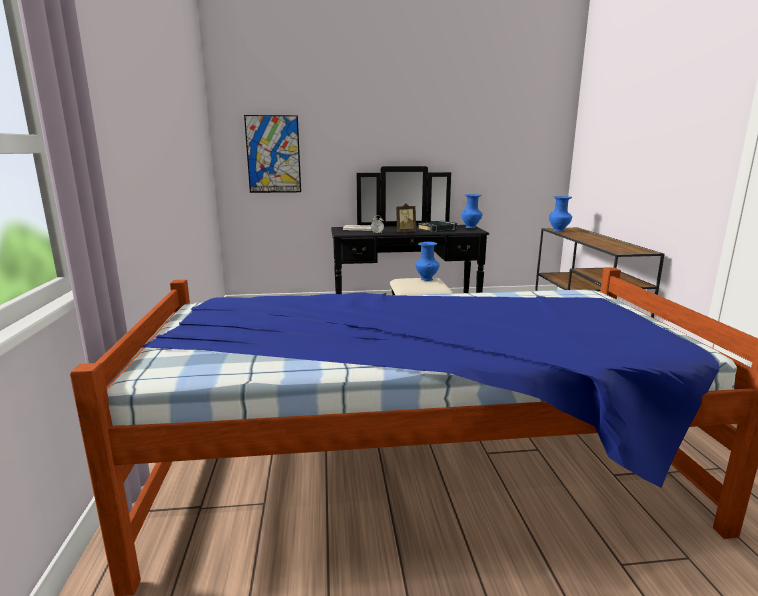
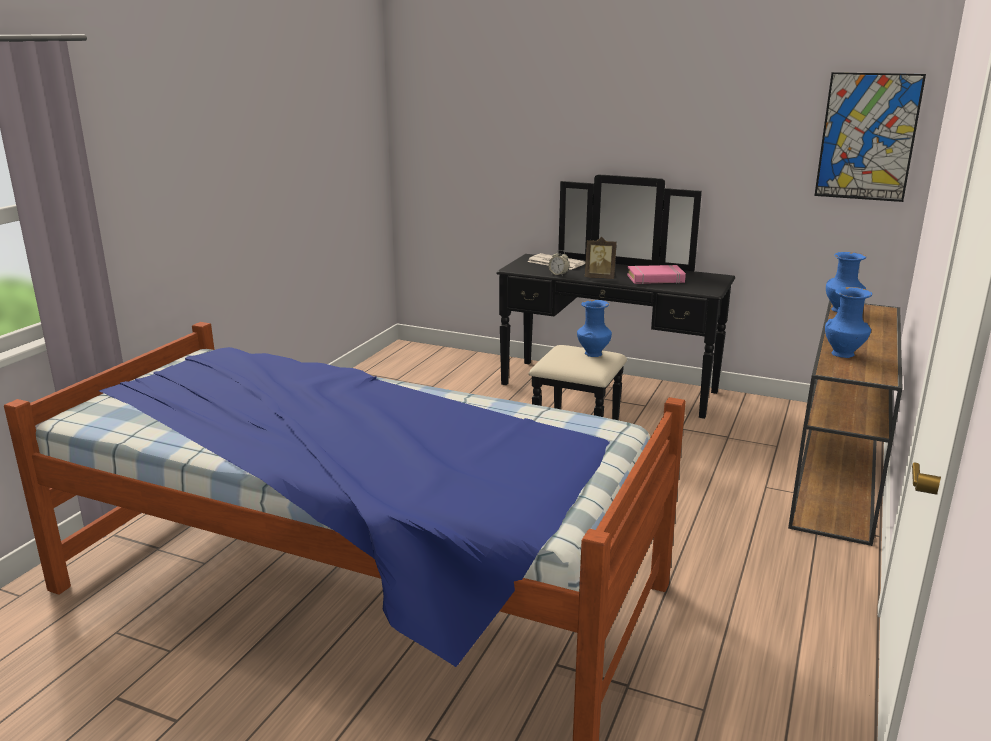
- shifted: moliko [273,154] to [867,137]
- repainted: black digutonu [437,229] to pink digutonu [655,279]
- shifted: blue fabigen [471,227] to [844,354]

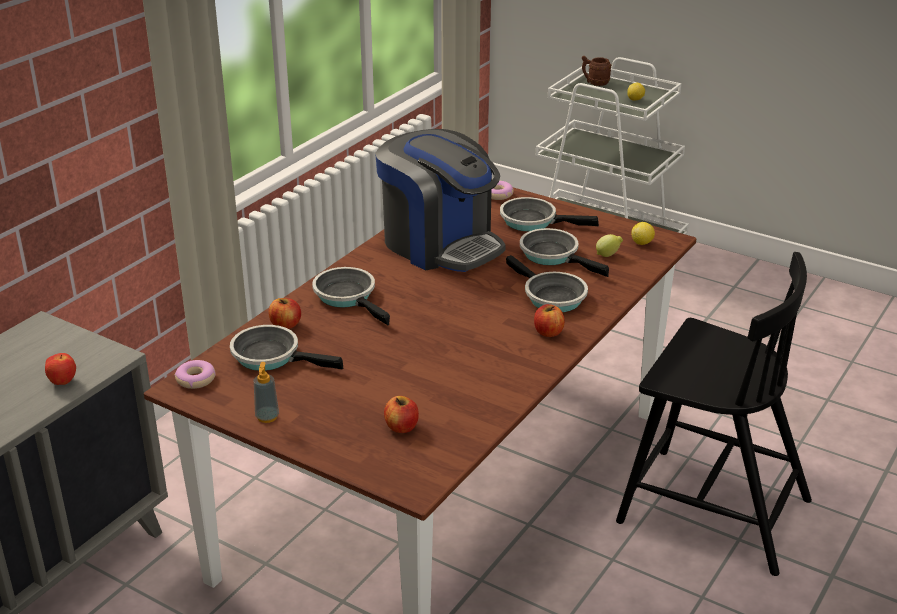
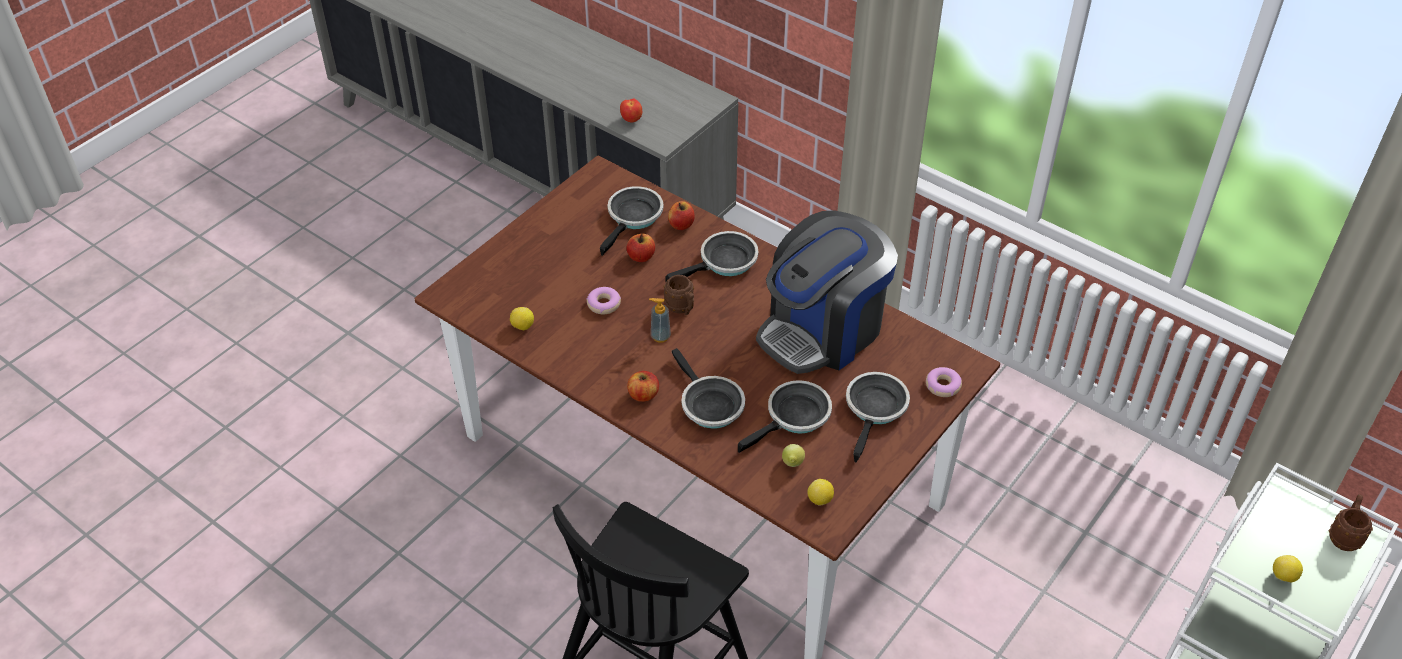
- shifted: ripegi [195,379] to [604,304]
- shifted: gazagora [267,417] to [660,336]
- shifted: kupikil [401,427] to [641,257]
- rotated: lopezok [551,297] = [709,405] 90 degrees counterclockwise
- new: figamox [522,326]
- new: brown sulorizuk [682,309]

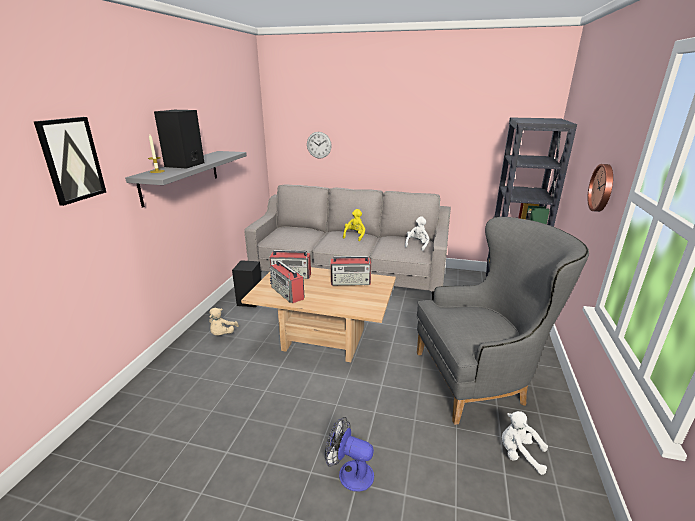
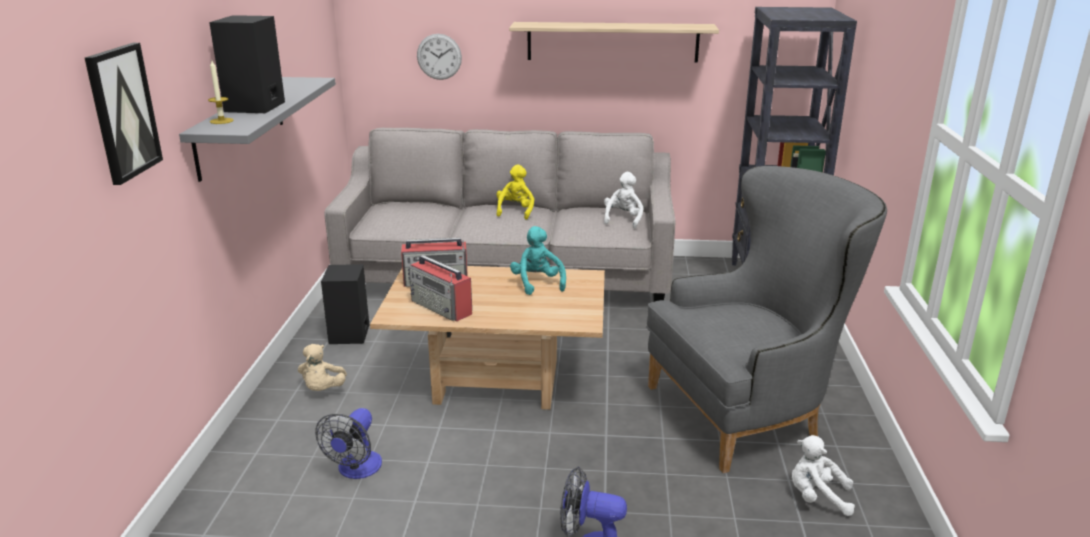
- swapped: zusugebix [351,282] to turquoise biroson [537,283]
- gone: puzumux [602,188]
- new: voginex [356,470]
- new: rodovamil [612,42]

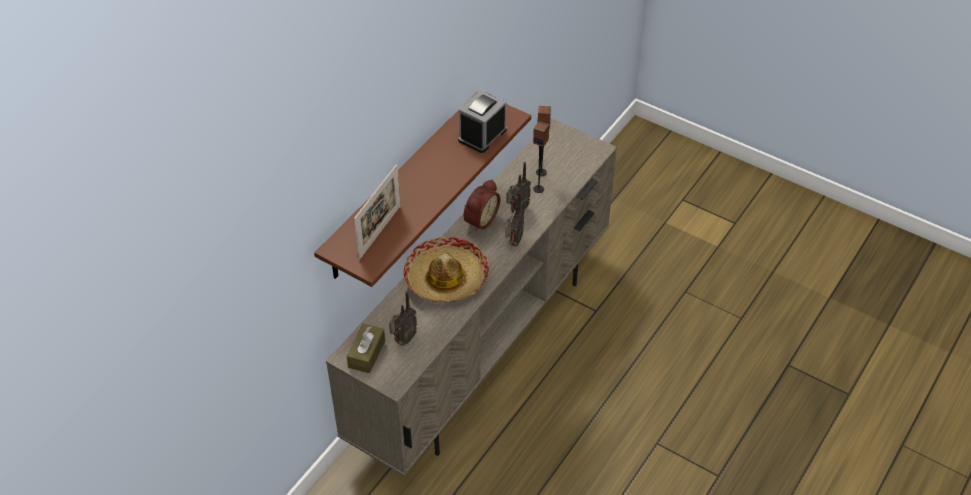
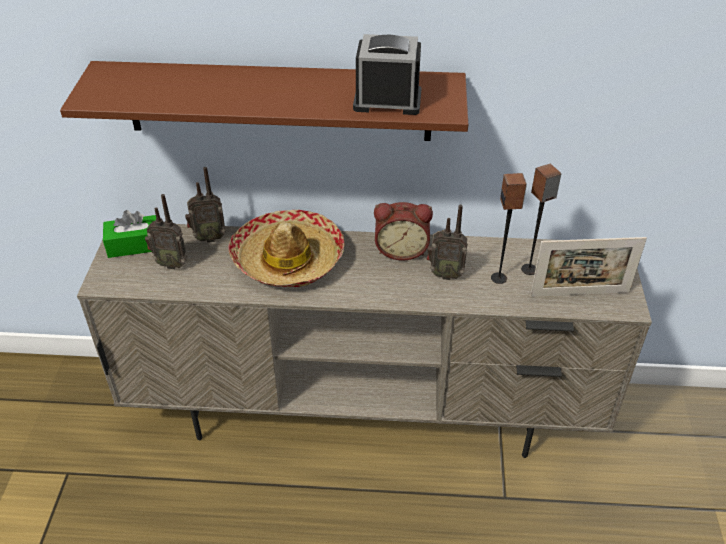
- repainted: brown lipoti [366,354] to green lipoti [135,245]
- shifted: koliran [379,232] to [579,294]
- shifted: zusugebix [513,242] to [208,237]

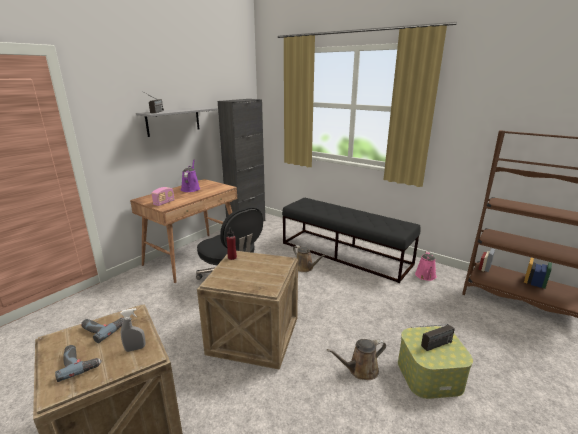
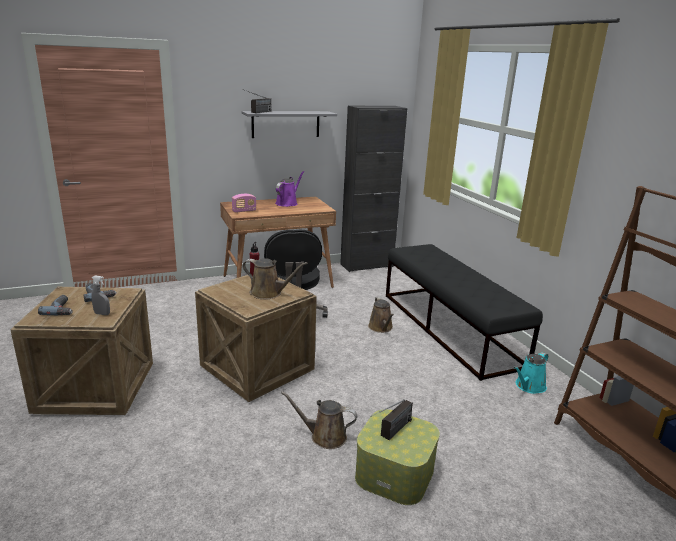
- rotated: zusugebix [430,347] = [391,433] 60 degrees counterclockwise
- repainted: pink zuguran [425,276] to turquoise zuguran [529,386]
- new: brown zuguran [268,293]

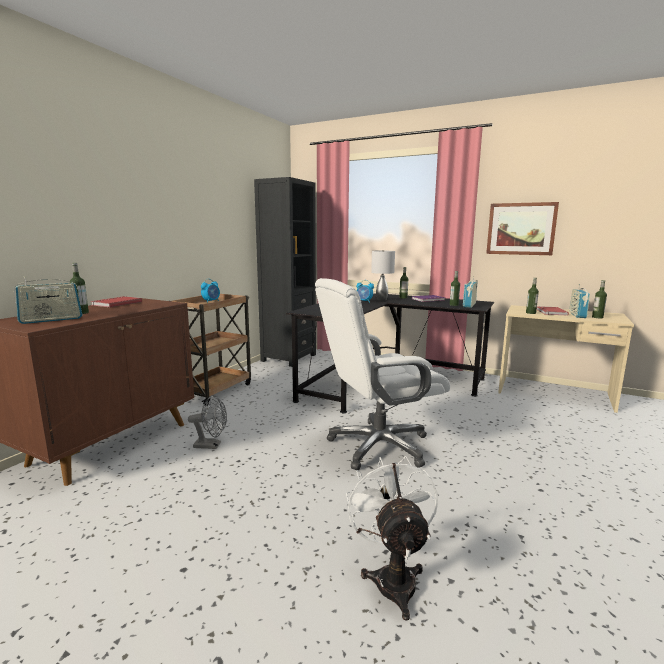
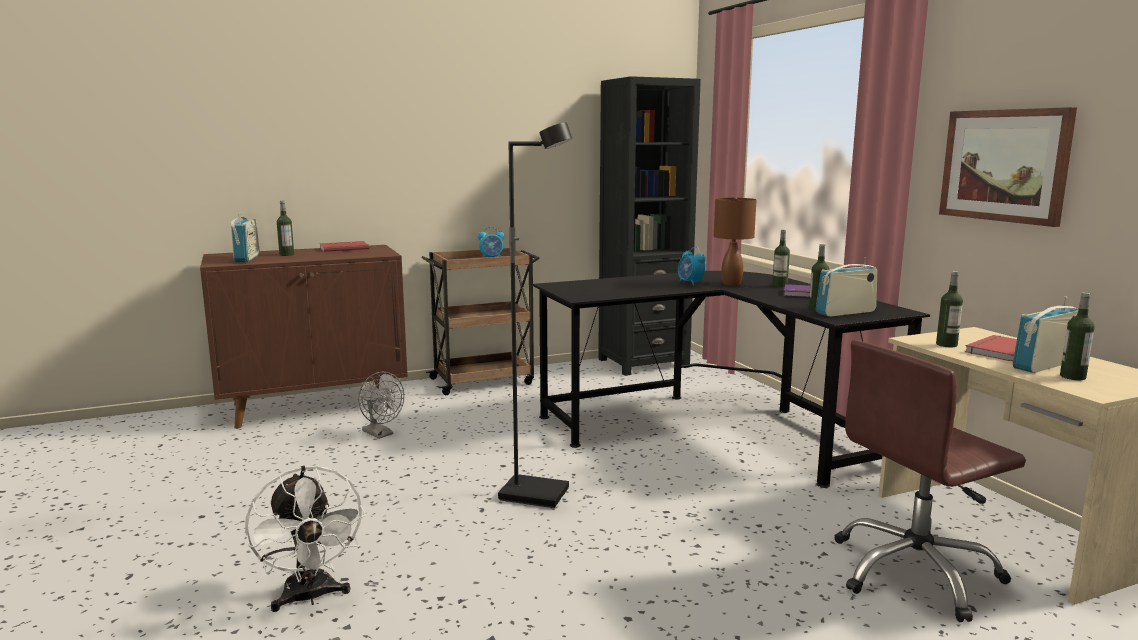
- rotated: zusugebix [51,320] = [247,258] 105 degrees counterclockwise
- swapped: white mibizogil [378,446] to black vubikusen [535,494]
- rotated: white voginex [392,577] = [310,597] 120 degrees clockwise
- repainted: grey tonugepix [381,299] to brown tonugepix [730,283]
- new: brown mibizogil [915,573]

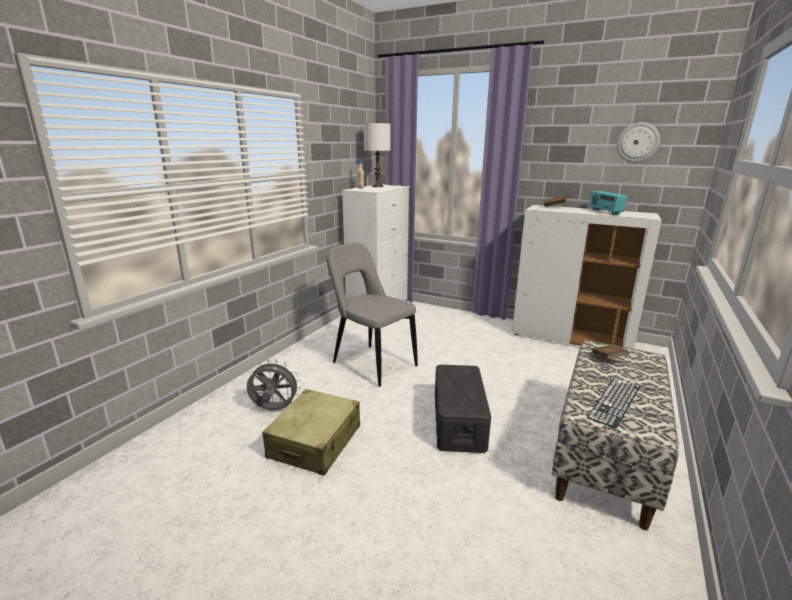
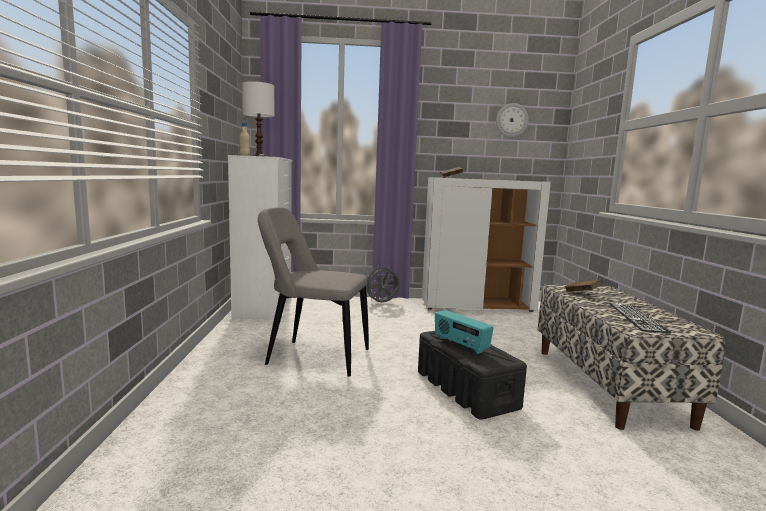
- shifted: grey voginex [274,410] to [381,303]
- gone: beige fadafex [315,442]
- shifted: zusugebix [605,212] to [460,345]

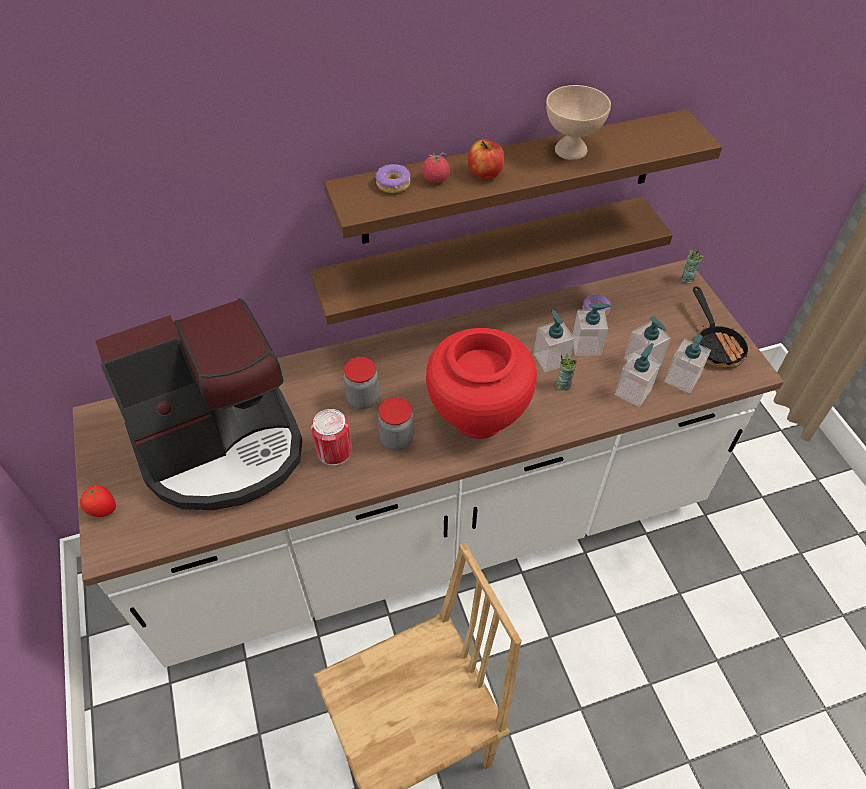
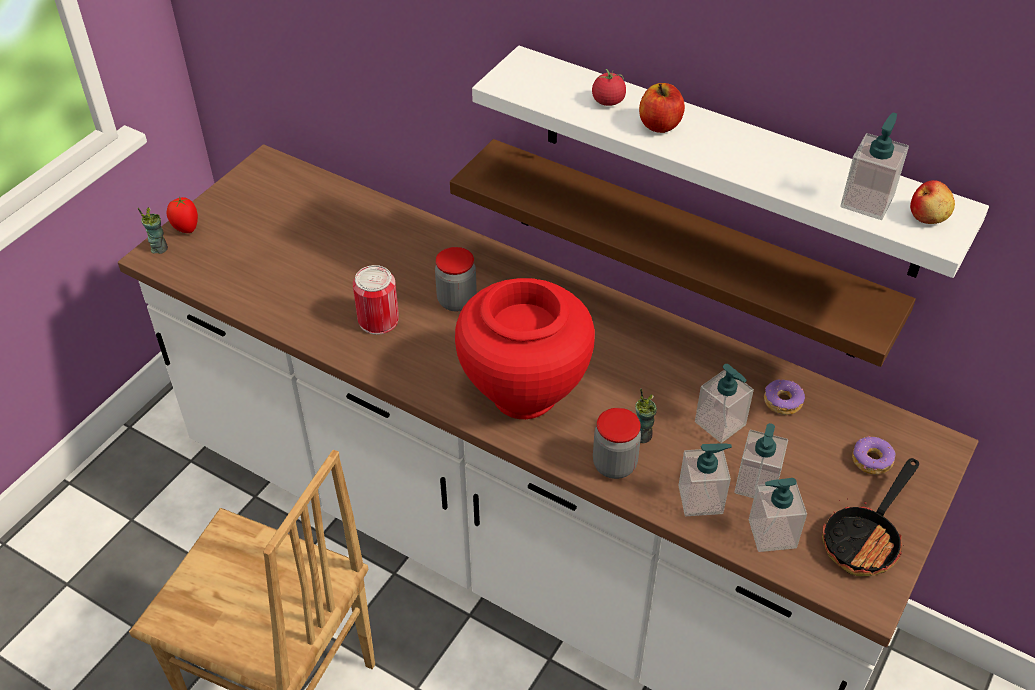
- gone: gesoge [222,446]
- repainted: brown rodovamil [510,178] to white rodovamil [728,162]
- shifted: ripegi [393,184] to [871,460]
- shifted: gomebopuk [397,439] to [614,464]
- shifted: gazagora [550,359] to [867,201]
- gone: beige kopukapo [570,151]
- shifted: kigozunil [687,279] to [159,248]
- new: kupikil [928,216]

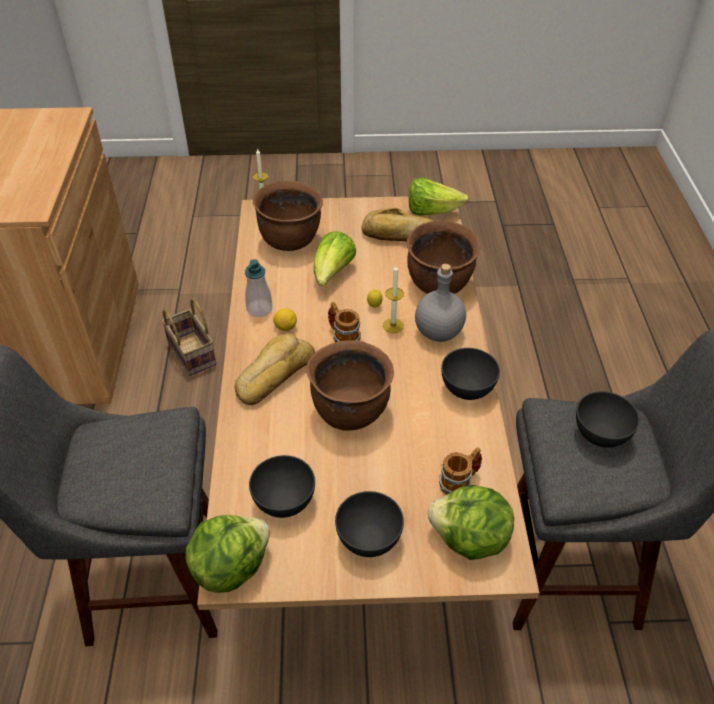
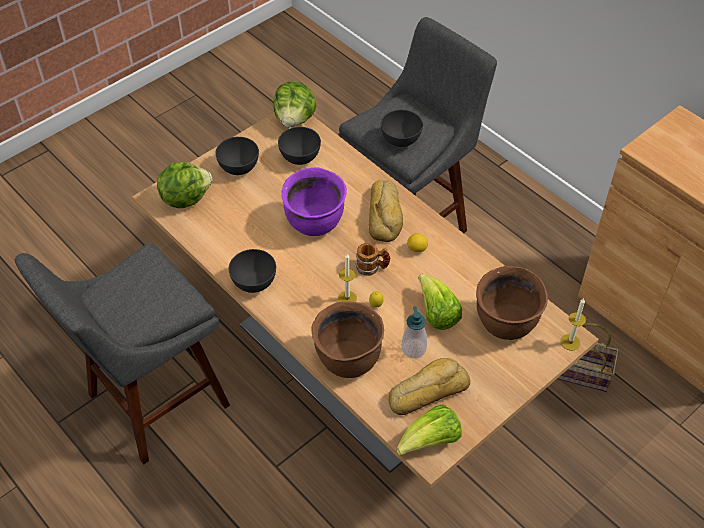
- shifted: gazagora [259,309] to [413,349]
- repainted: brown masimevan [350,410] to purple masimevan [315,223]
- gone: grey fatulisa [439,333]
- gone: sulorizuk [460,482]
- shifted: grey kopukapo [601,435] to [400,140]

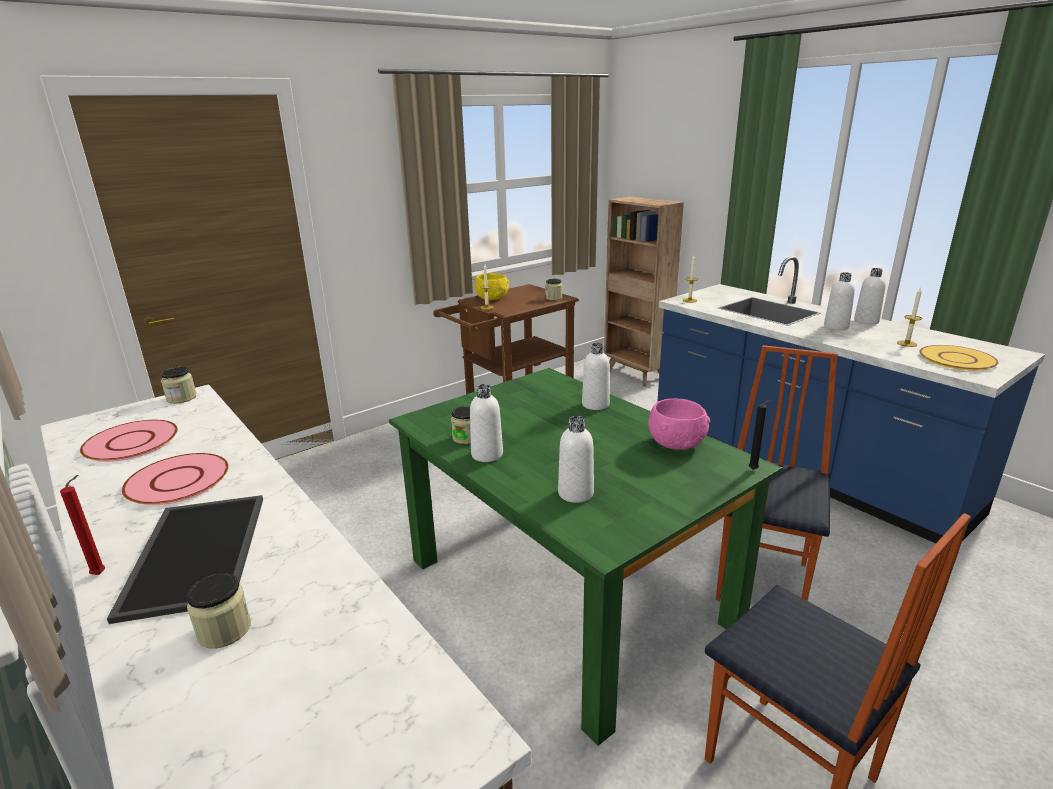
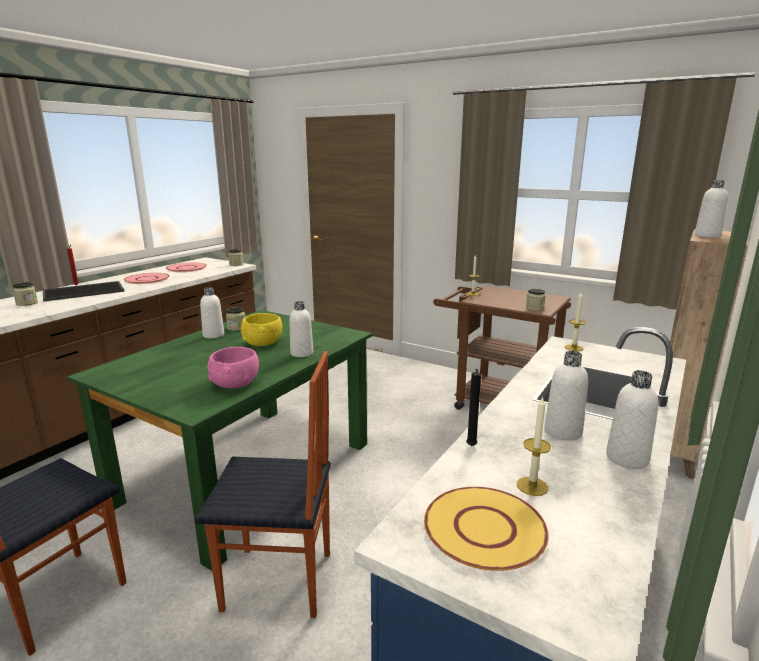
- shifted: yellow kopukapo [492,298] to [263,343]
- shifted: white fatulisa [575,493] to [707,236]
- shifted: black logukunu [754,470] to [471,447]

